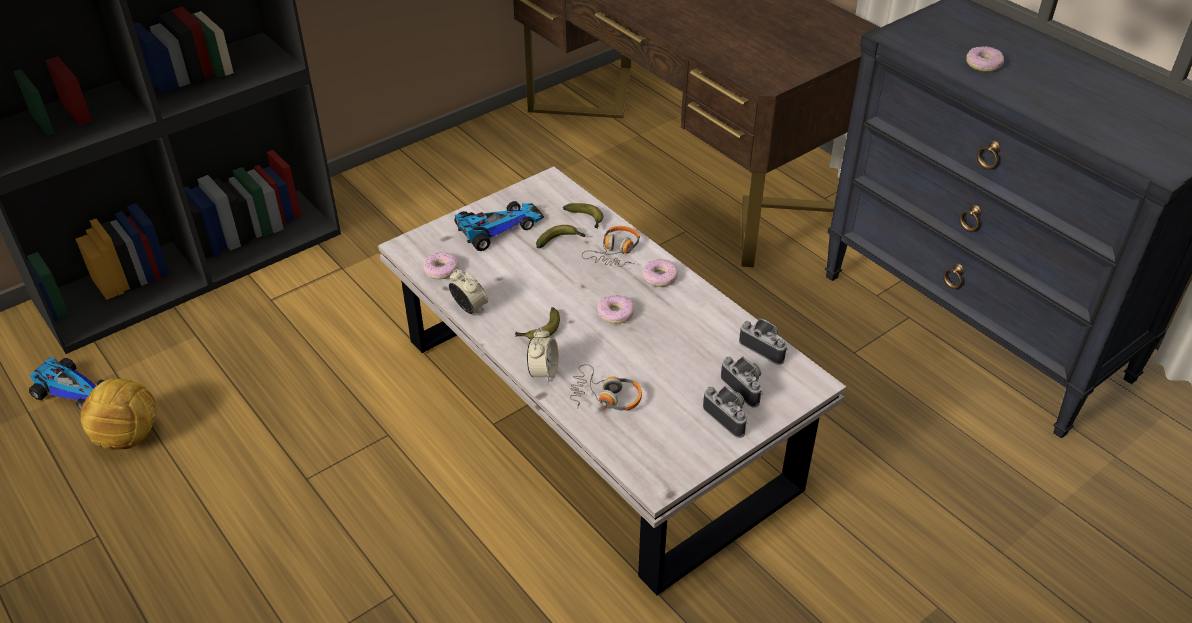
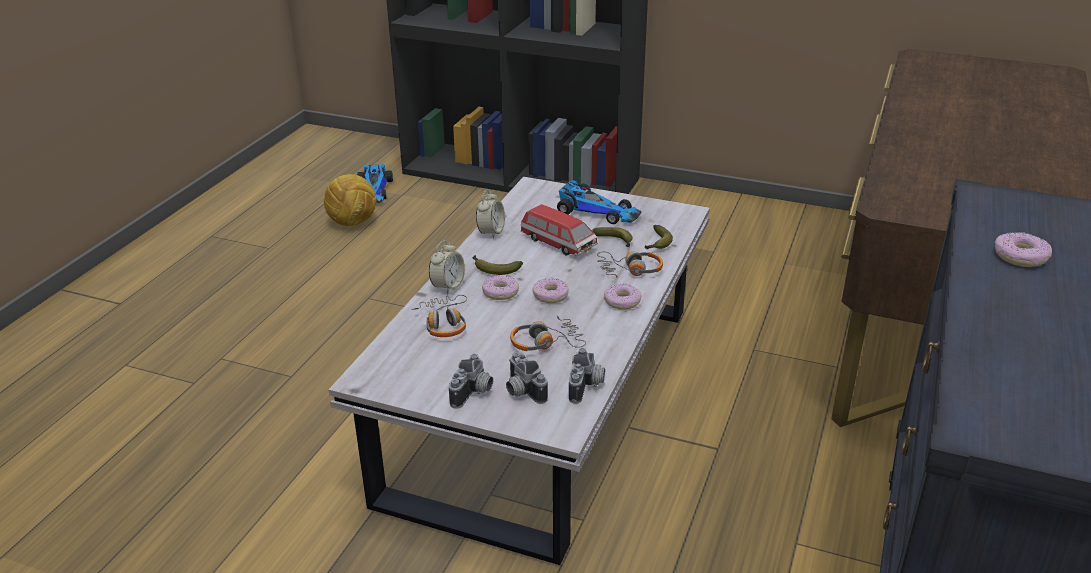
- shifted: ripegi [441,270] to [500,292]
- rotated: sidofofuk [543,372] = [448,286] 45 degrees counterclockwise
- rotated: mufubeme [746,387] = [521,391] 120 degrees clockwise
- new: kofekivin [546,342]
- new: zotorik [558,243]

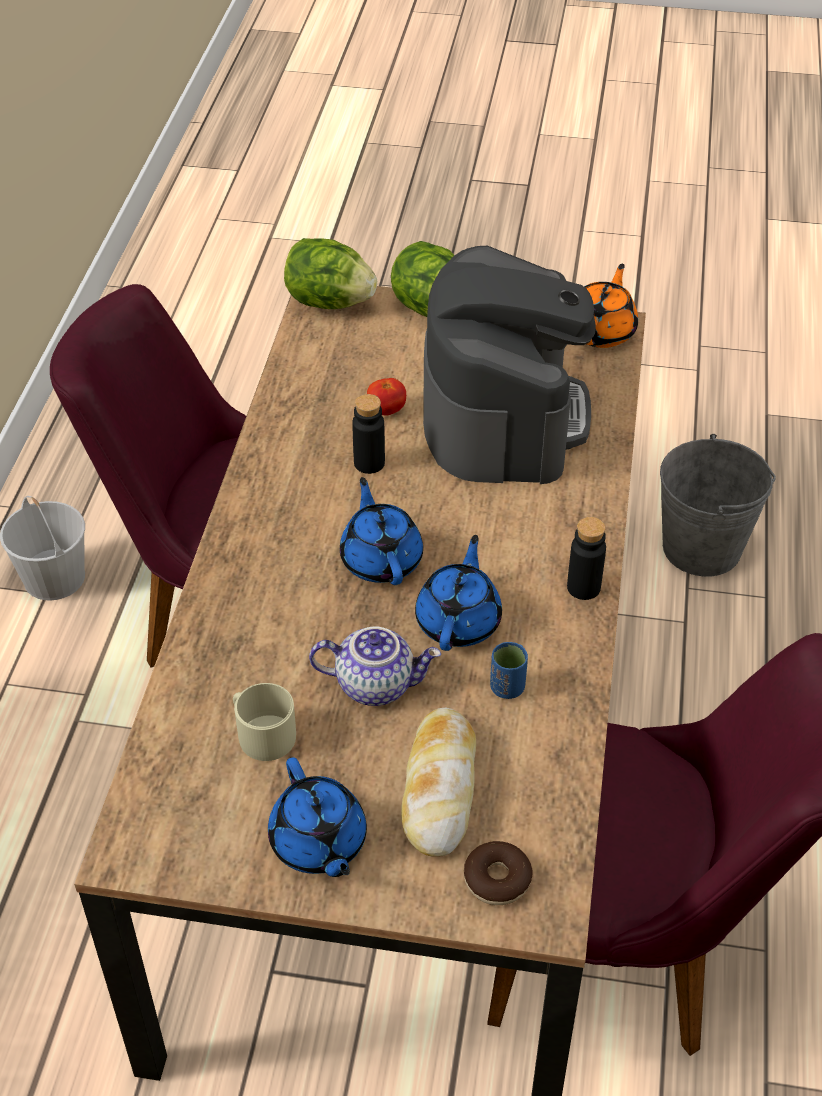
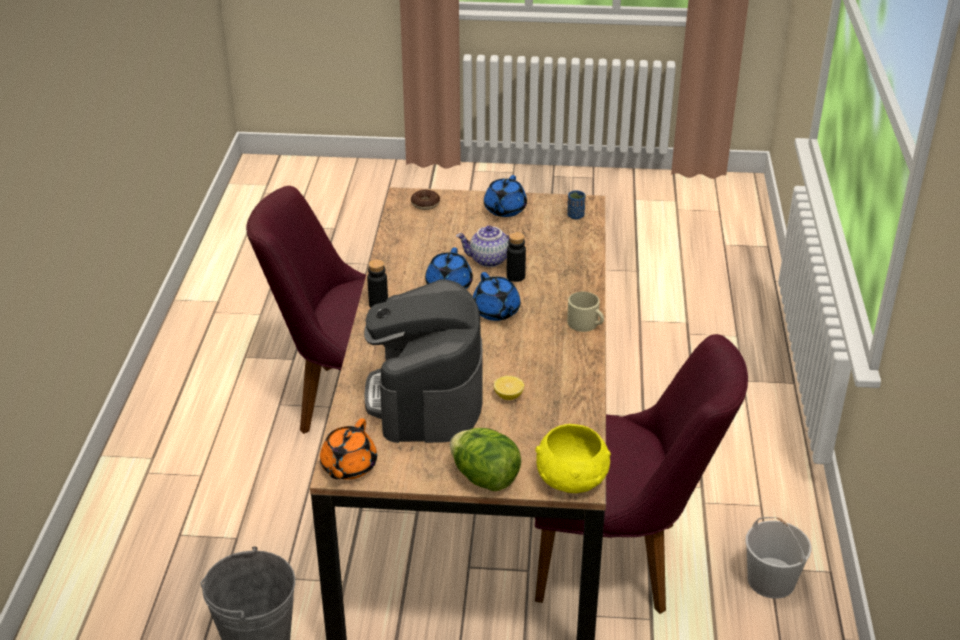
- shifted: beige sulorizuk [262,733] to [586,324]
- rotated: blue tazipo [318,843] = [504,210] 135 degrees counterclockwise
- swapped: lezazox [329,302] to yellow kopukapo [571,480]
- shifted: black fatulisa [369,463] to [515,276]
- swapped: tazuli [386,410] to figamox [508,396]
- gone: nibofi [440,788]
- shifted: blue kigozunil [507,687] to [575,216]

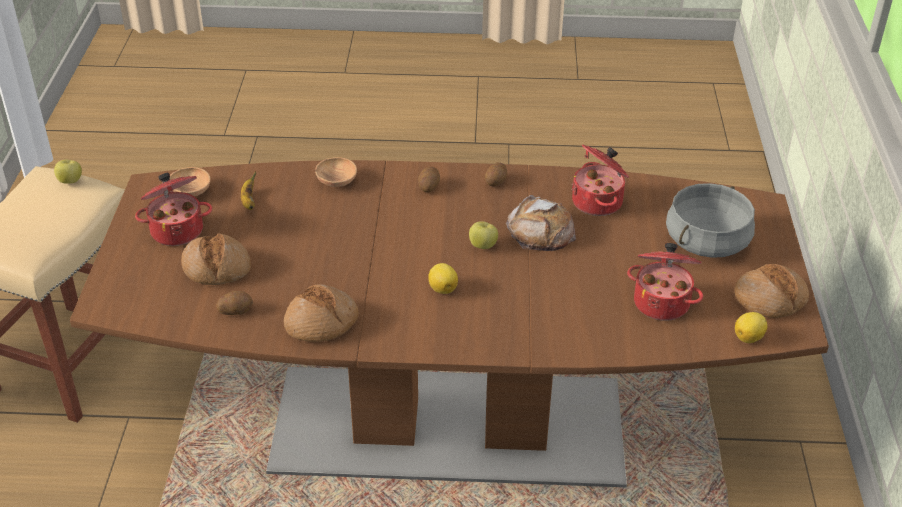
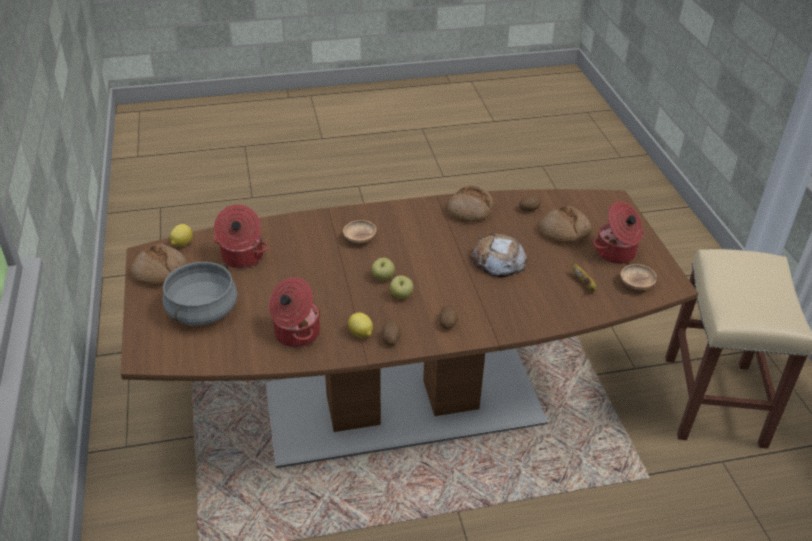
- shifted: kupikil [70,181] to [401,296]
- shifted: brown kopukapo [336,181] to [359,239]
- shifted: figamox [442,288] to [361,334]
- shifted: nibofi [541,231] to [498,261]

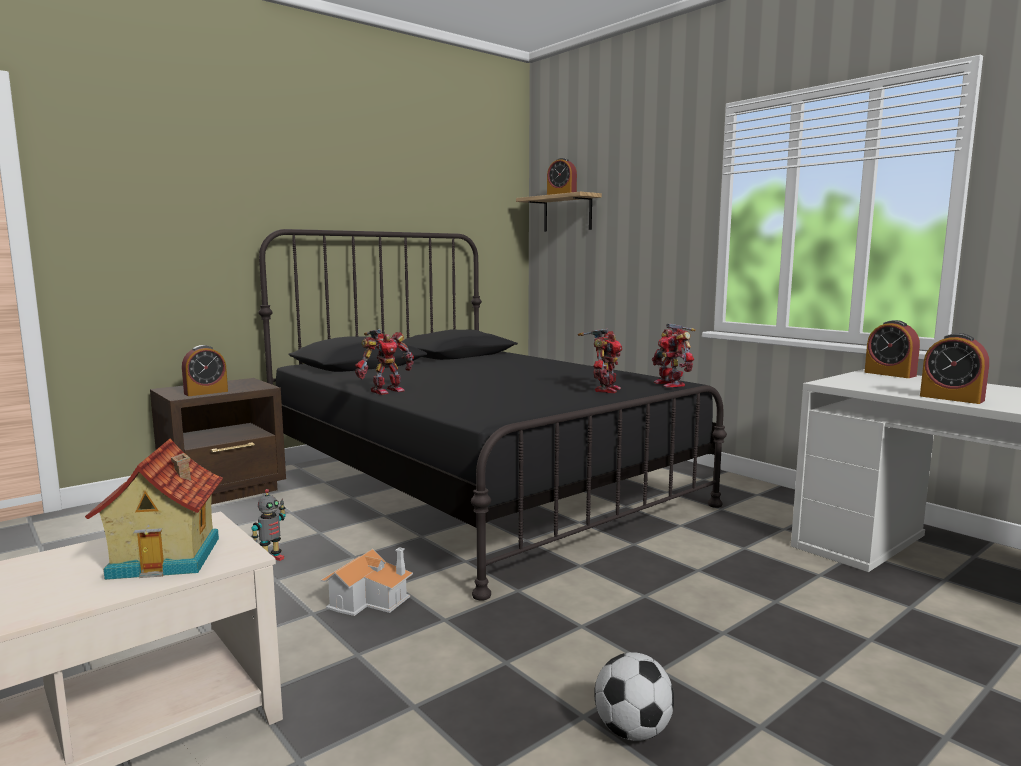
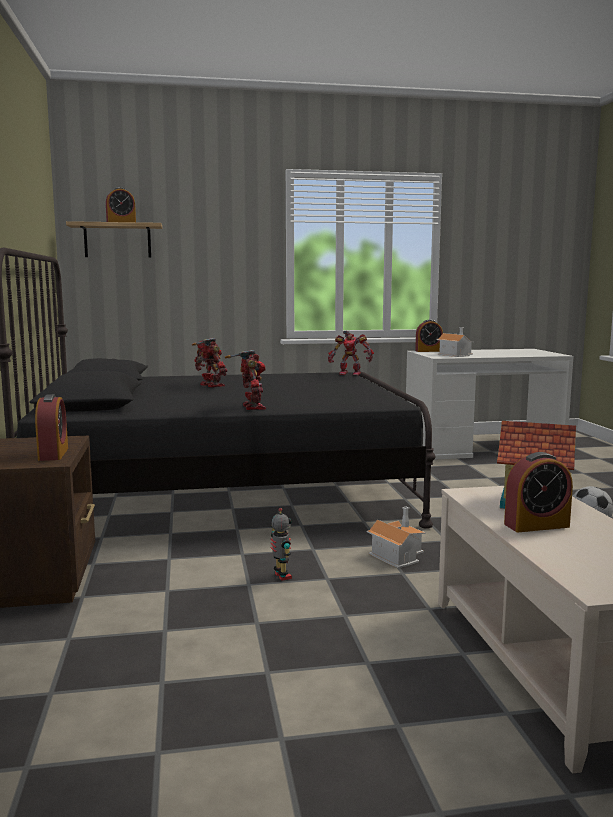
- shifted: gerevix [605,390] to [210,385]
- shifted: sidofofuk [951,398] to [536,525]
- new: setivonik [455,354]

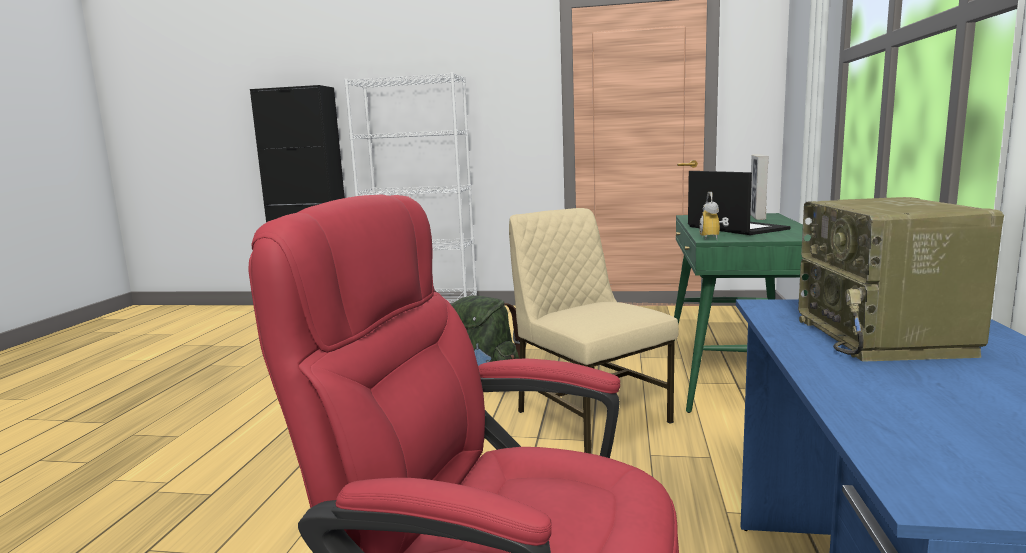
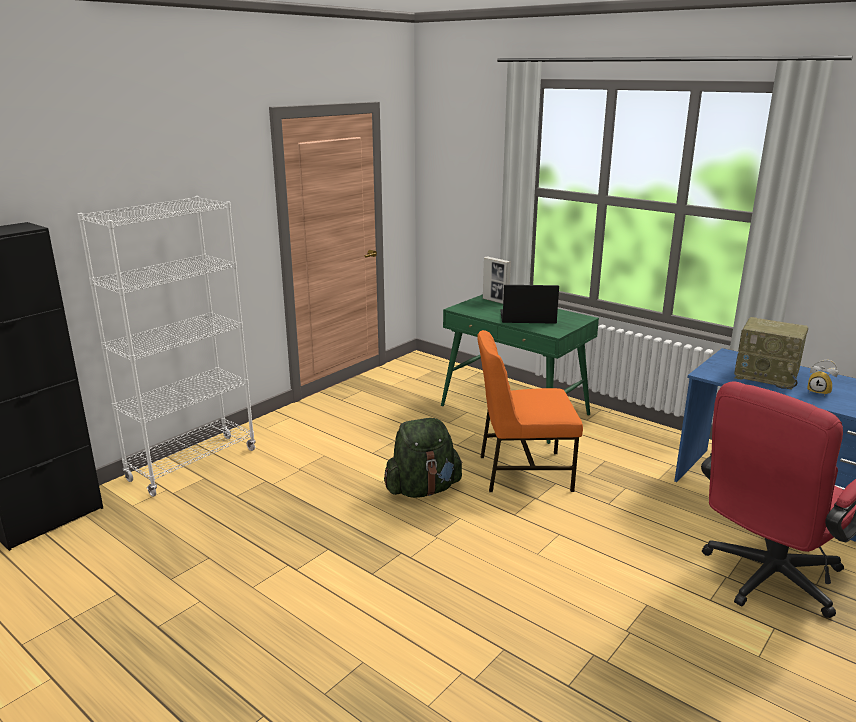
- repainted: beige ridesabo [589,416] to orange ridesabo [522,472]
- shifted: sidofofuk [714,238] to [819,392]

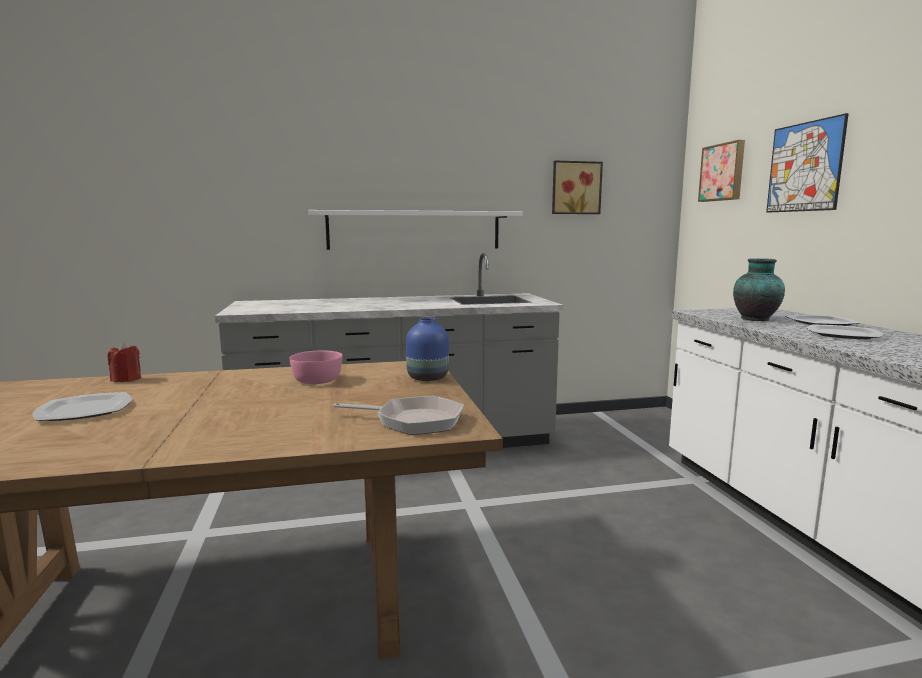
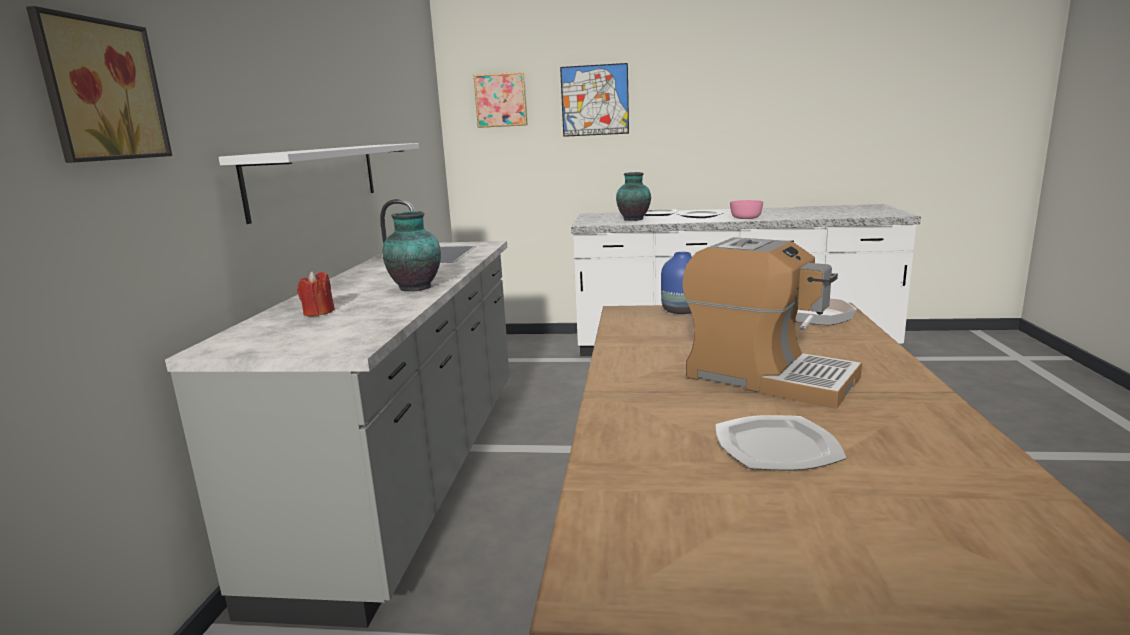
- shifted: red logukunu [126,379] to [318,312]
- shifted: pink kopukapo [318,380] to [745,217]
- shifted: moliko [575,188] to [99,91]
- new: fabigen [416,288]
- new: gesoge [767,377]

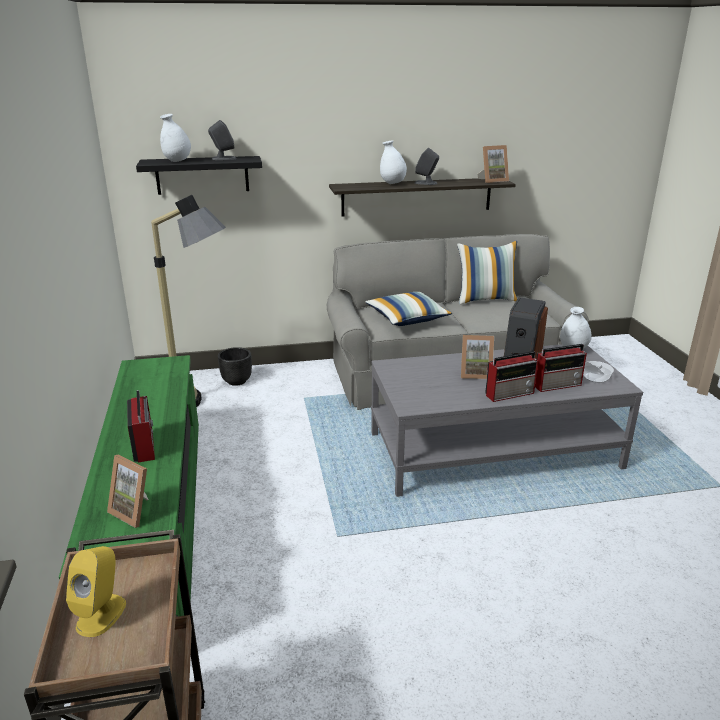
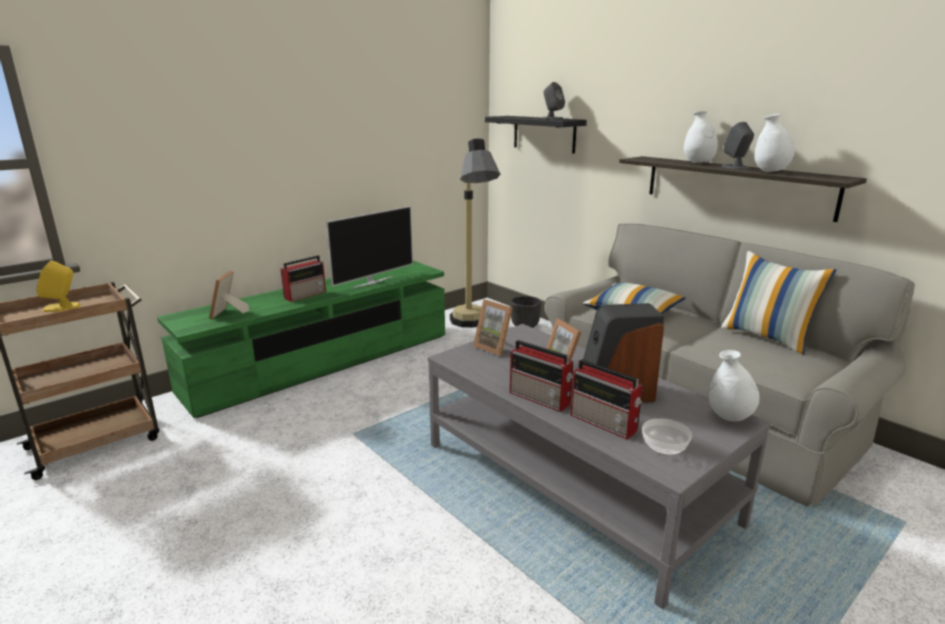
- shifted: white fabigen [177,161] to [770,172]
- shifted: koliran [492,180] to [495,347]
- new: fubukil [372,282]

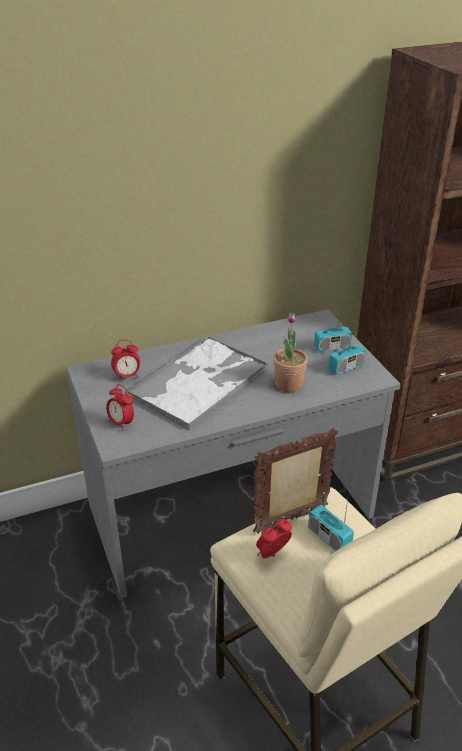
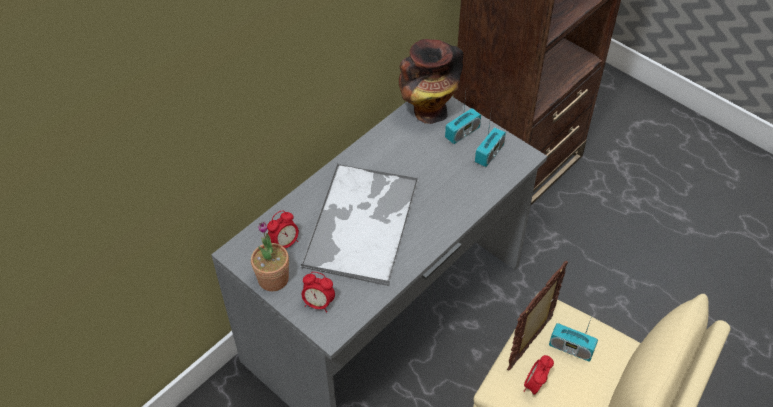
- shifted: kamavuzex [288,384] to [273,279]
- new: fabigen [428,111]

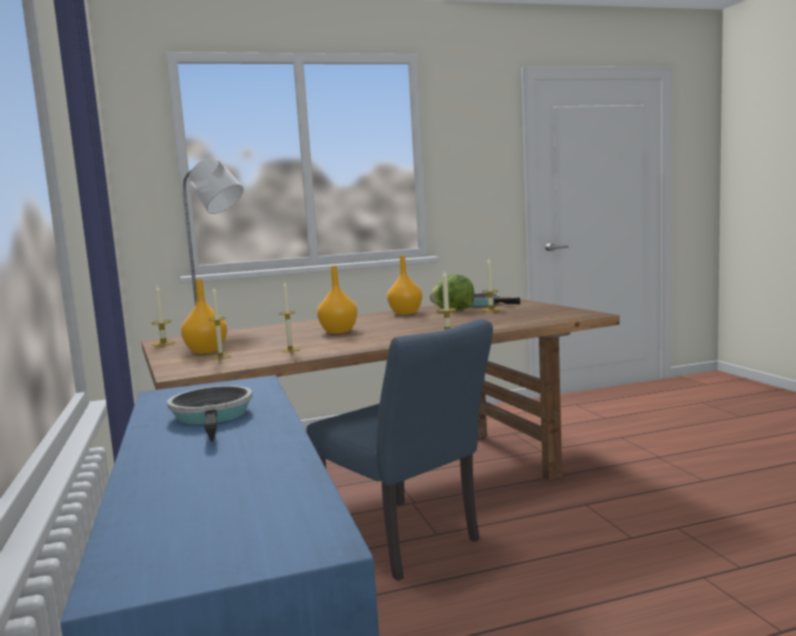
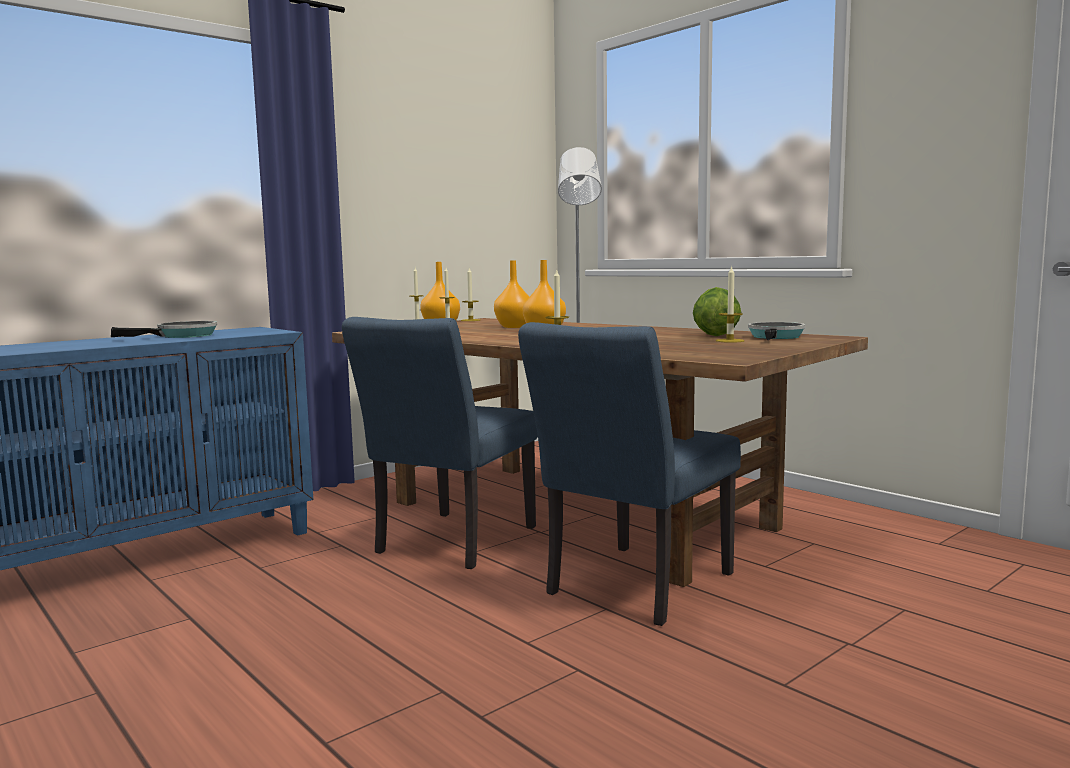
- shifted: orange fabigen [405,313] to [514,327]
- new: blue ridesabo [632,588]

